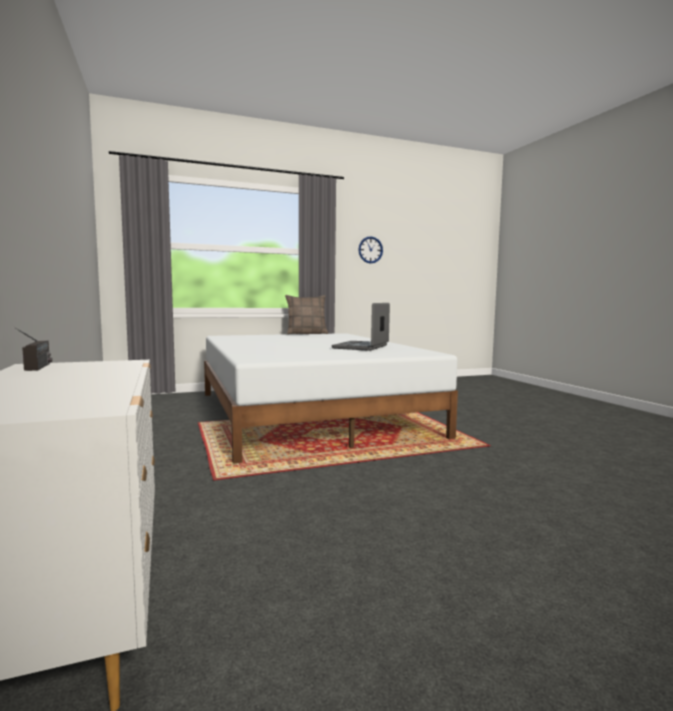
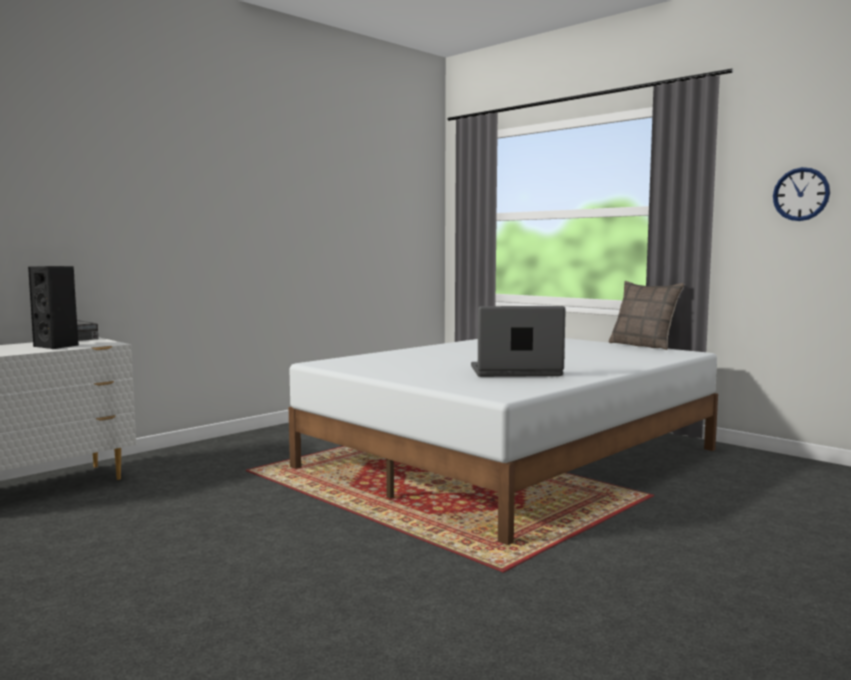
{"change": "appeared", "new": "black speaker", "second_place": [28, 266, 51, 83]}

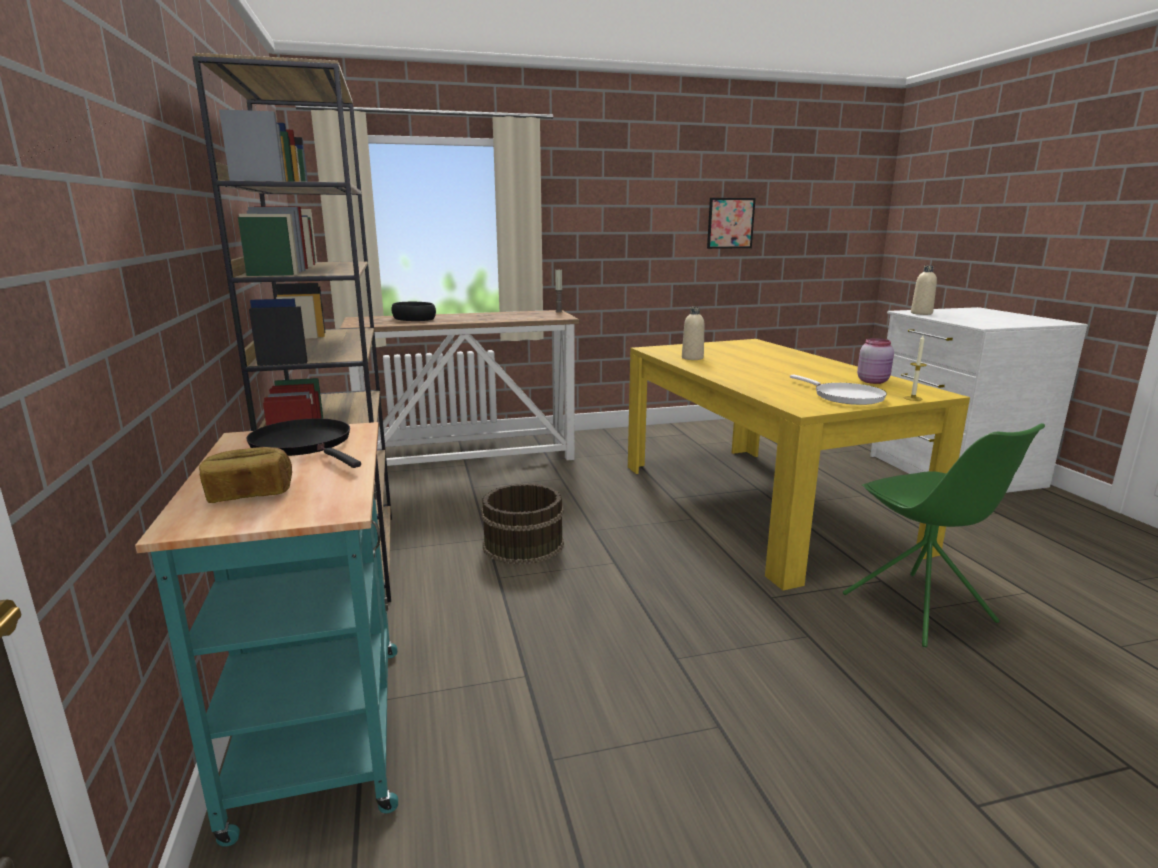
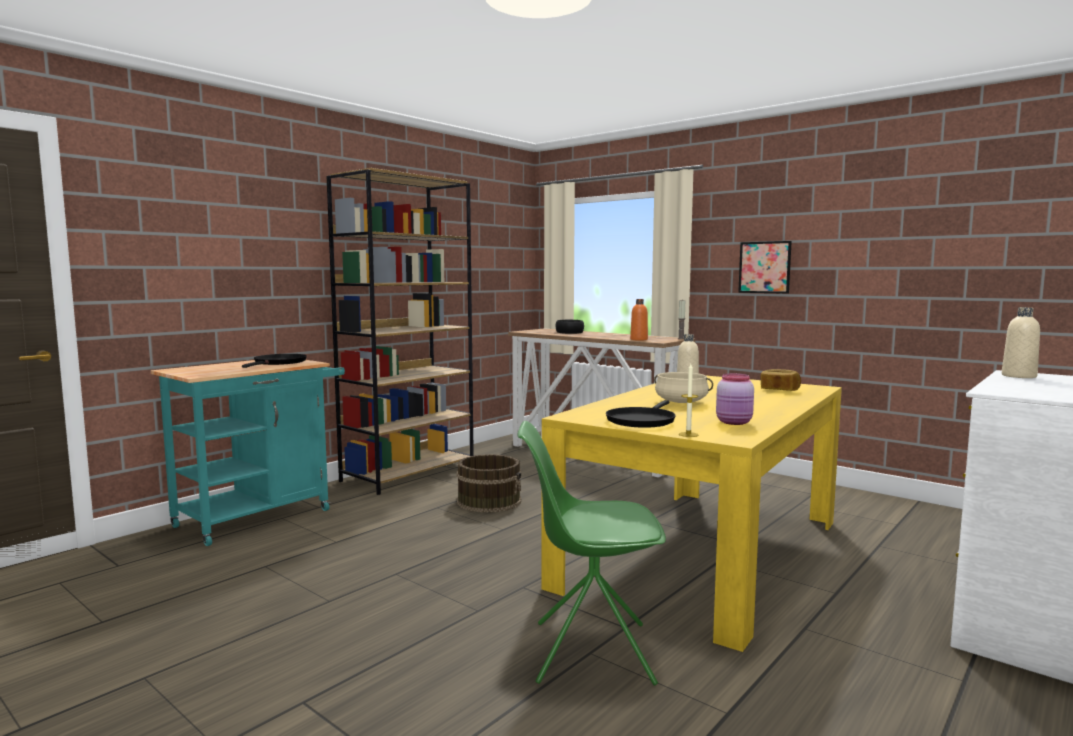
{"change": "appeared", "new": "orange bottle", "second_place": [630, 299, 18, 42]}
{"change": "appeared", "new": "beige cooking pot", "second_place": [654, 372, 59, 31]}
{"change": "relocated", "old": "bread", "first_place": [199, 447, 93, 56], "second_place": [761, 369, 40, 22]}
{"change": "relocated", "old": "picture", "first_place": [707, 198, 49, 51], "second_place": [738, 241, 54, 53]}
{"change": "colour", "old": "white frying pan", "new": "black frying pan", "first_place": [790, 374, 97, 31], "second_place": [606, 400, 69, 28]}
{"change": "spun", "old": "green chair", "first_place": [843, 423, 202, 224], "second_place": [517, 421, 149, 265], "degrees": 60}

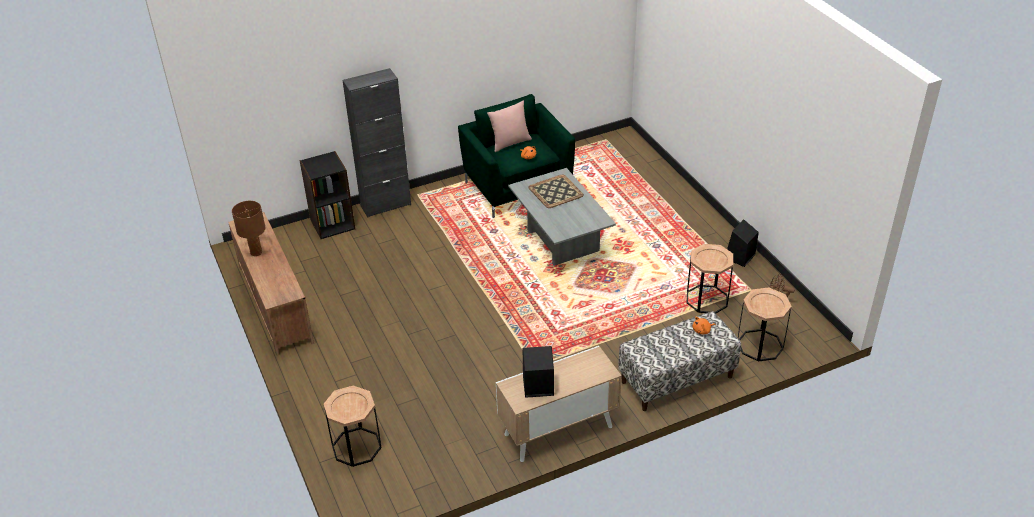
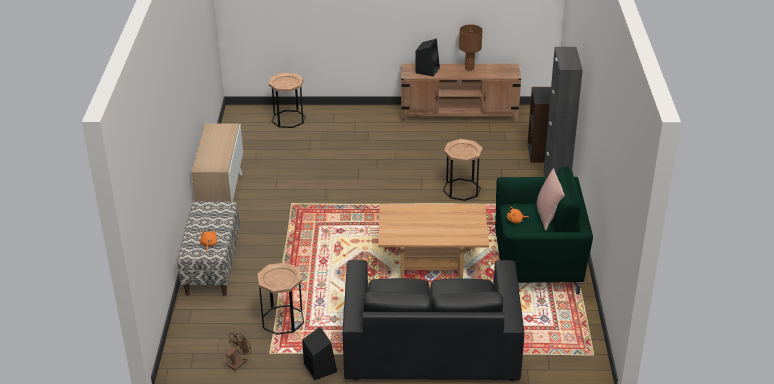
{"change": "missing", "old": "tray", "first_place": [528, 175, 56, 33]}
{"change": "appeared", "new": "black sofa", "second_place": [343, 260, 181, 121]}
{"change": "relocated", "old": "black speaker", "first_place": [523, 346, 31, 52], "second_place": [415, 38, 25, 38]}
{"change": "relocated", "old": "brown side table", "first_place": [738, 288, 54, 74], "second_place": [443, 139, 40, 62]}
{"change": "colour", "old": "grey coffee table", "new": "brown coffee table", "first_place": [508, 168, 108, 98], "second_place": [378, 204, 111, 74]}

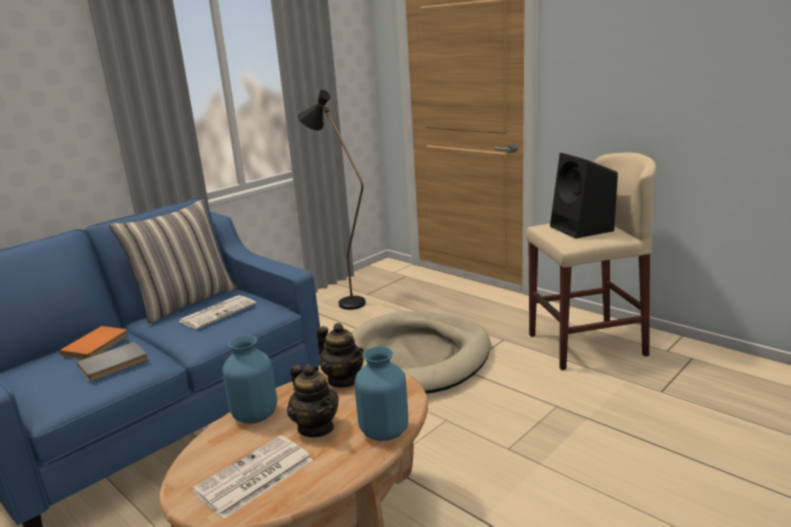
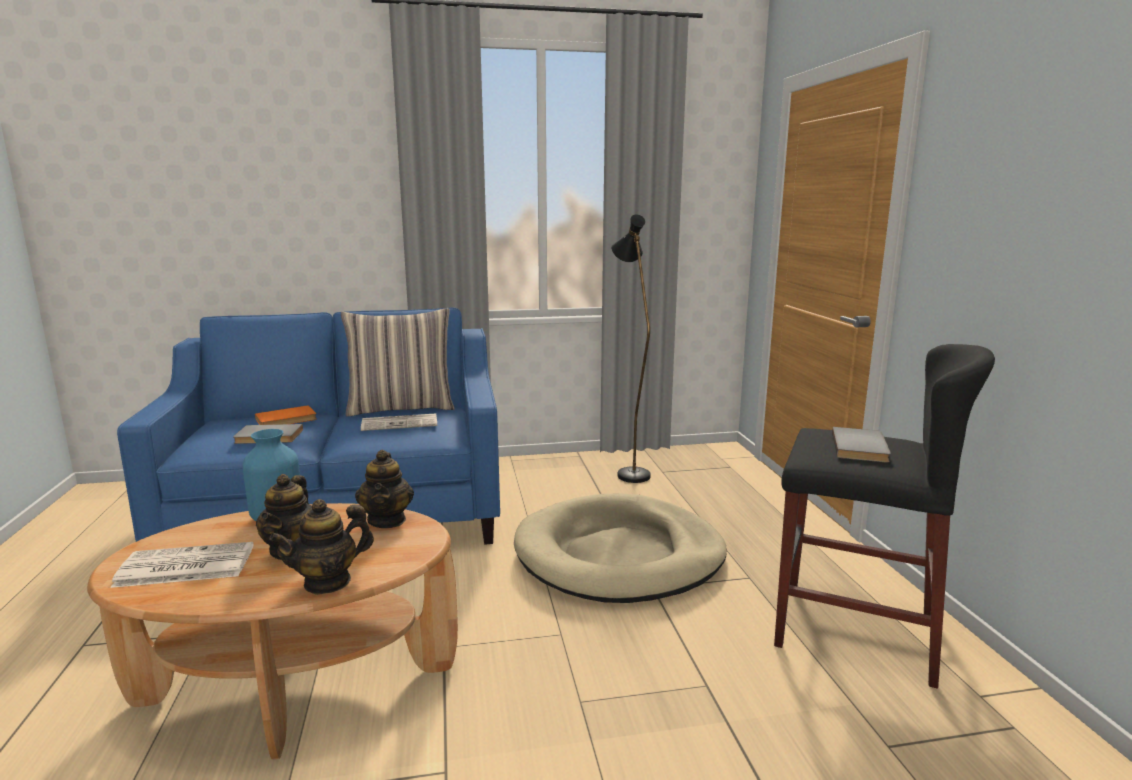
{"change": "exchanged", "old": "blue vase", "new": "teapot", "first_place": [355, 347, 53, 94], "second_place": [269, 499, 105, 96]}
{"change": "exchanged", "old": "black speaker", "new": "grey book", "first_place": [550, 153, 68, 86], "second_place": [832, 427, 59, 36]}
{"change": "colour", "old": "beige stool", "new": "black stool", "first_place": [526, 152, 130, 218], "second_place": [774, 344, 221, 345]}

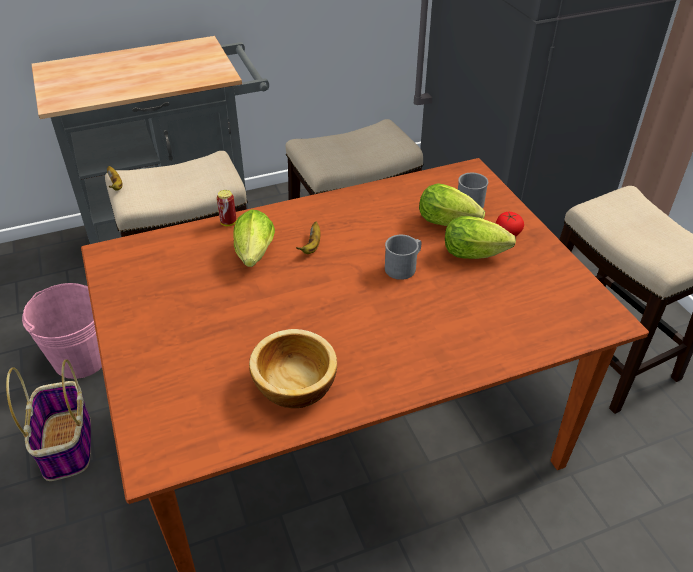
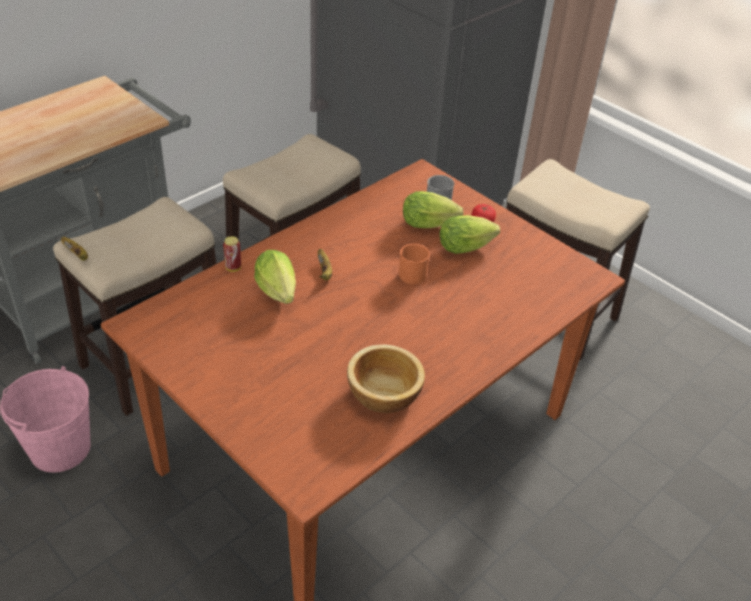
{"change": "missing", "old": "basket", "first_place": [6, 359, 85, 122]}
{"change": "colour", "old": "grey mug", "new": "orange mug", "first_place": [385, 235, 37, 45], "second_place": [399, 244, 31, 40]}

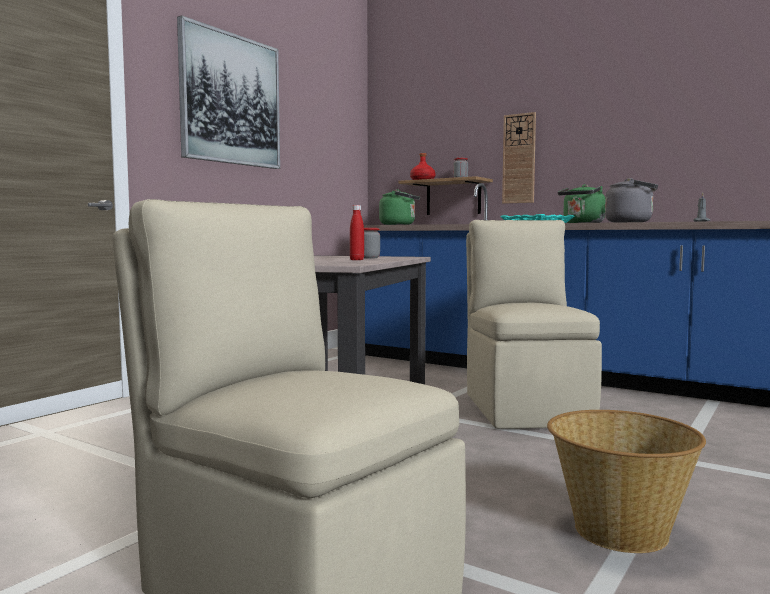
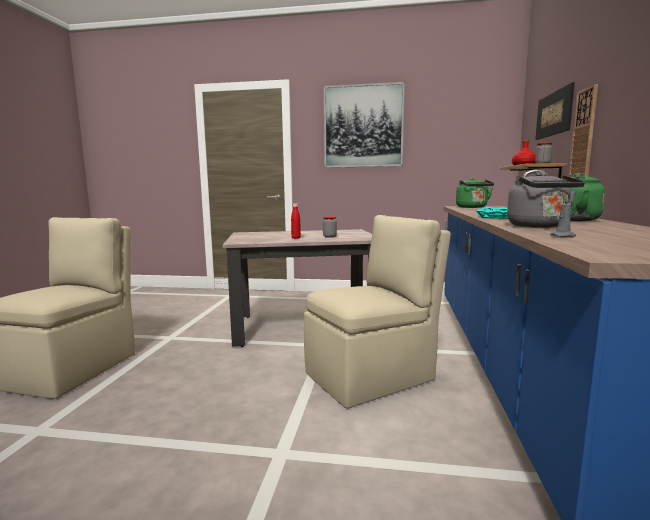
{"change": "missing", "old": "basket", "first_place": [547, 410, 159, 143]}
{"change": "appeared", "new": "picture", "second_place": [535, 82, 40, 58]}

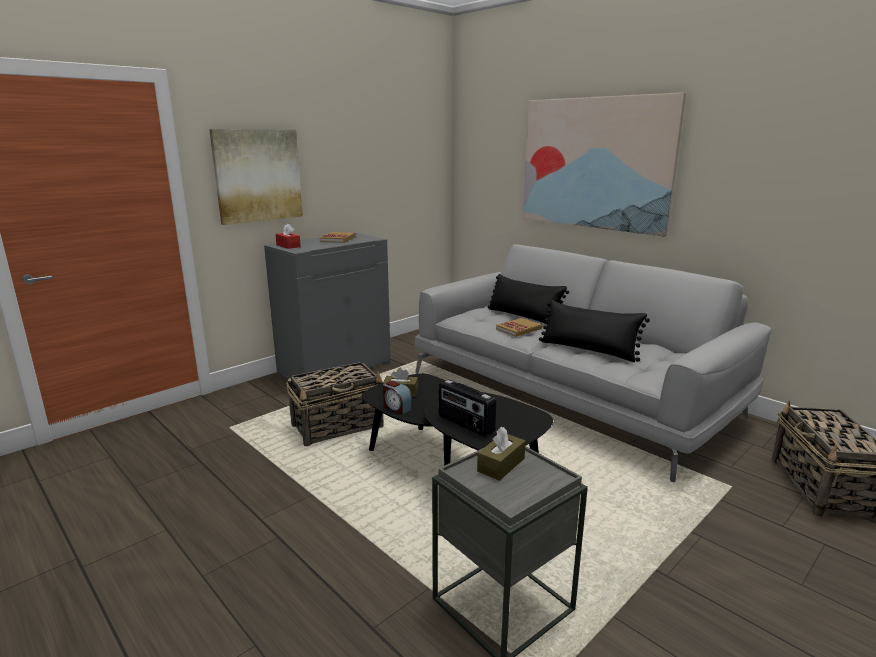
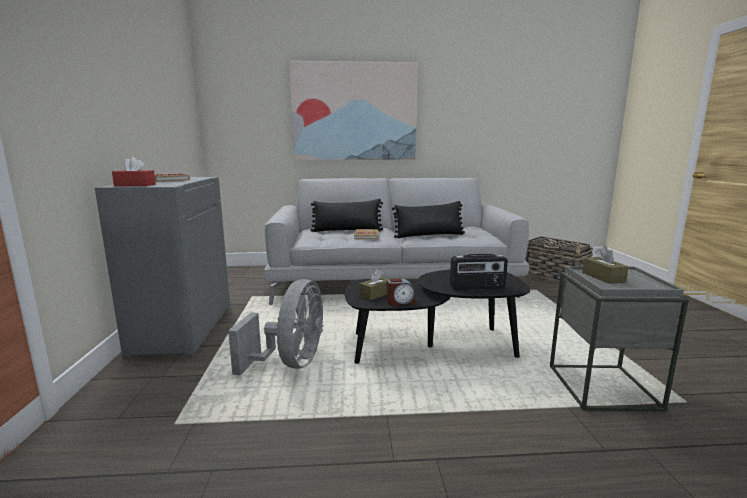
{"change": "missing", "old": "picture", "first_place": [209, 129, 94, 96]}
{"change": "exchanged", "old": "basket", "new": "grey fan", "first_place": [286, 362, 98, 84], "second_place": [228, 279, 95, 96]}

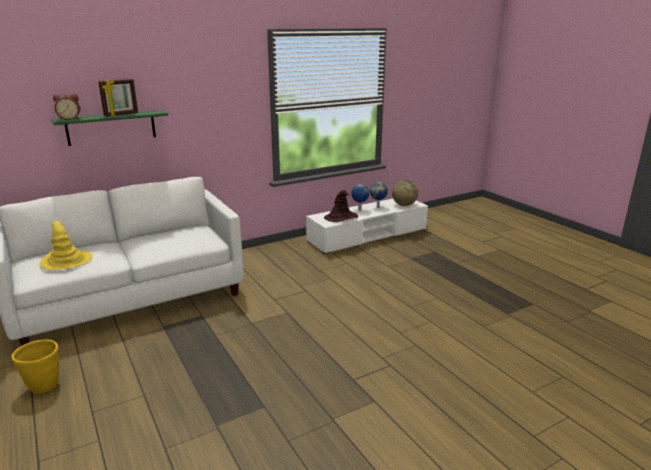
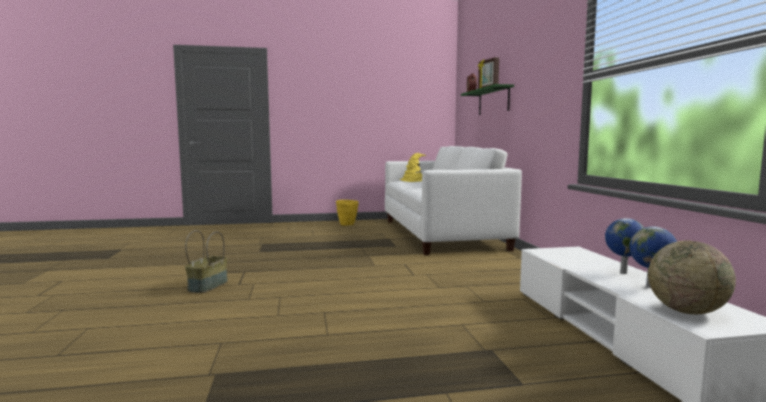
{"change": "missing", "old": "brown hat", "first_place": [324, 190, 34, 32]}
{"change": "appeared", "new": "basket", "second_place": [185, 230, 43, 63]}

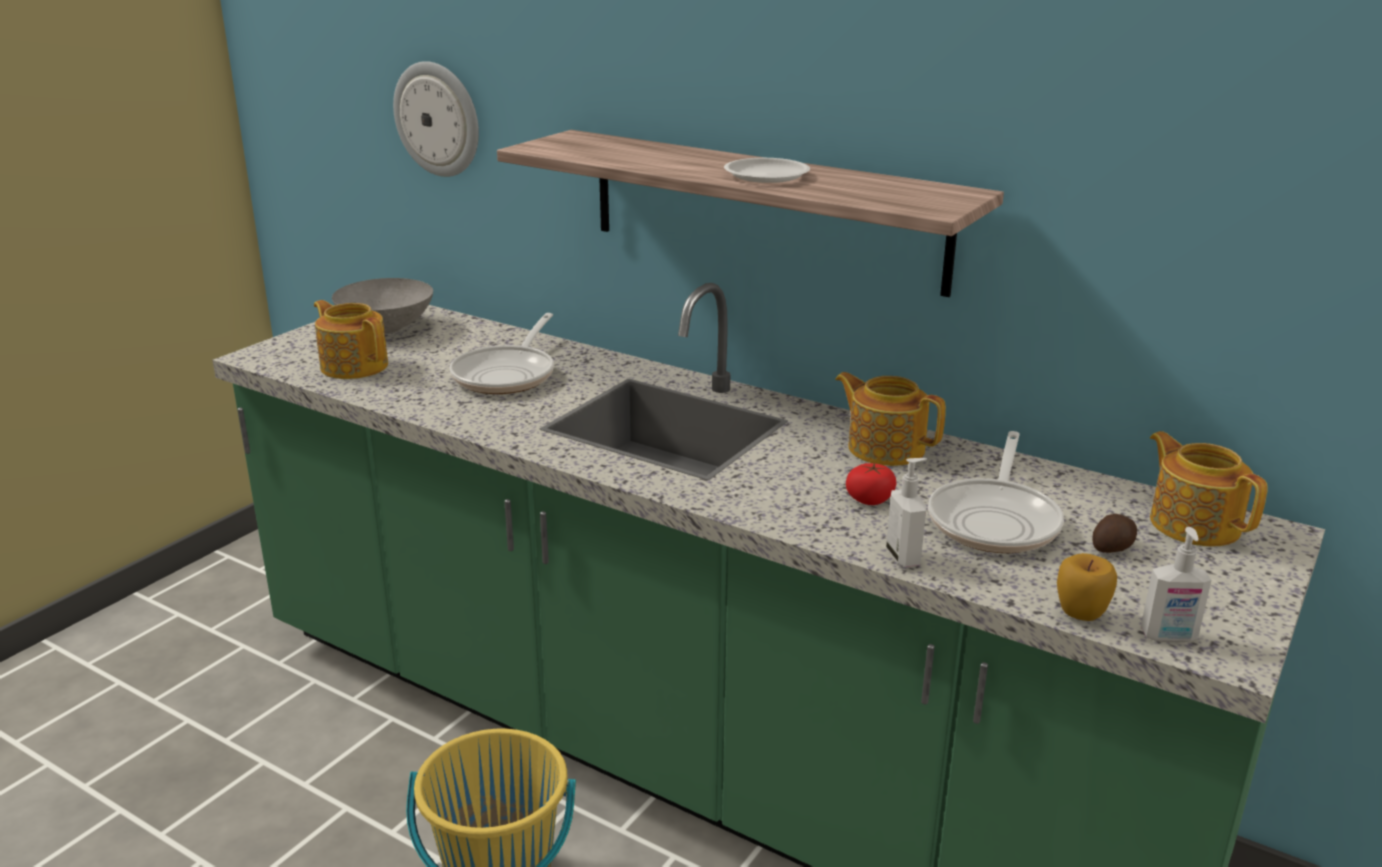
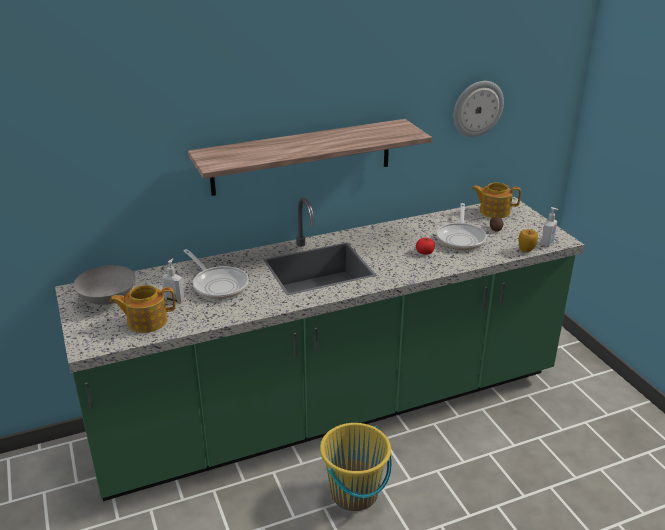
{"change": "missing", "old": "white plate", "first_place": [724, 158, 86, 25]}
{"change": "missing", "old": "teapot", "first_place": [835, 372, 111, 94]}
{"change": "relocated", "old": "wall clock", "first_place": [393, 61, 86, 116], "second_place": [454, 81, 50, 56]}
{"change": "relocated", "old": "soap dispenser", "first_place": [886, 458, 41, 109], "second_place": [162, 258, 23, 45]}
{"change": "spun", "old": "frying pan", "first_place": [928, 431, 136, 122], "second_place": [436, 203, 51, 47], "degrees": 45}

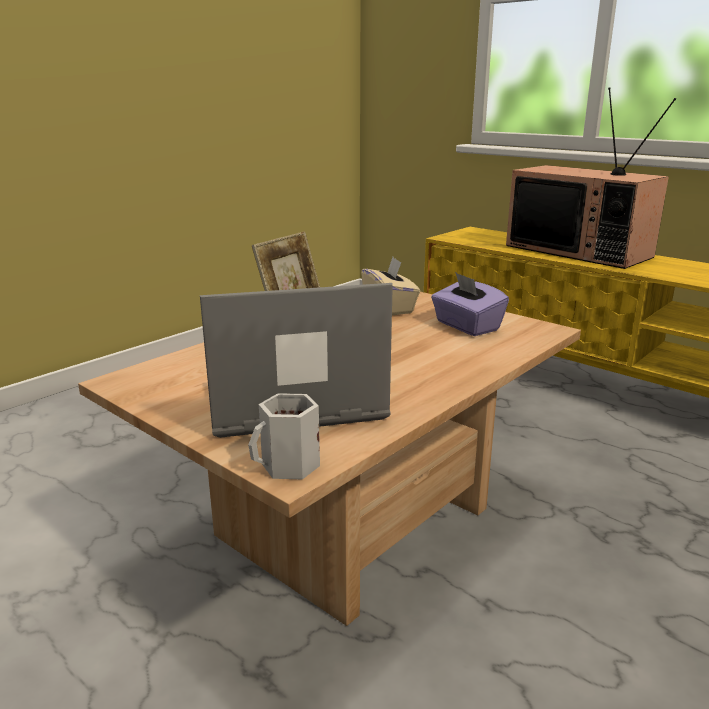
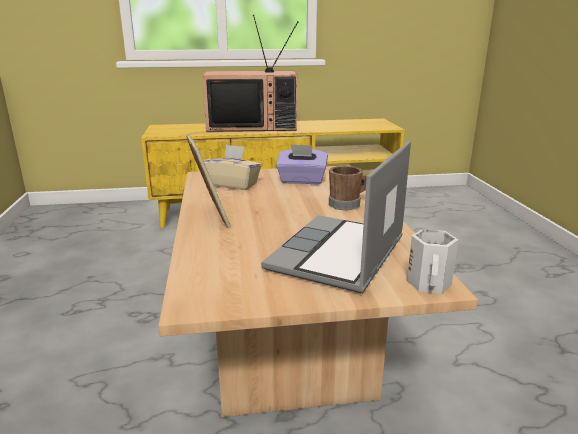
{"change": "appeared", "new": "brown mug", "second_place": [329, 166, 38, 44]}

